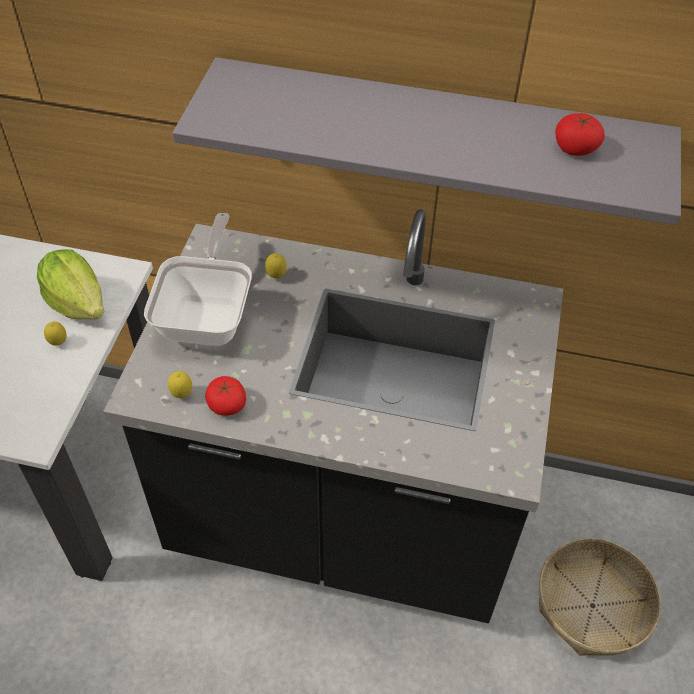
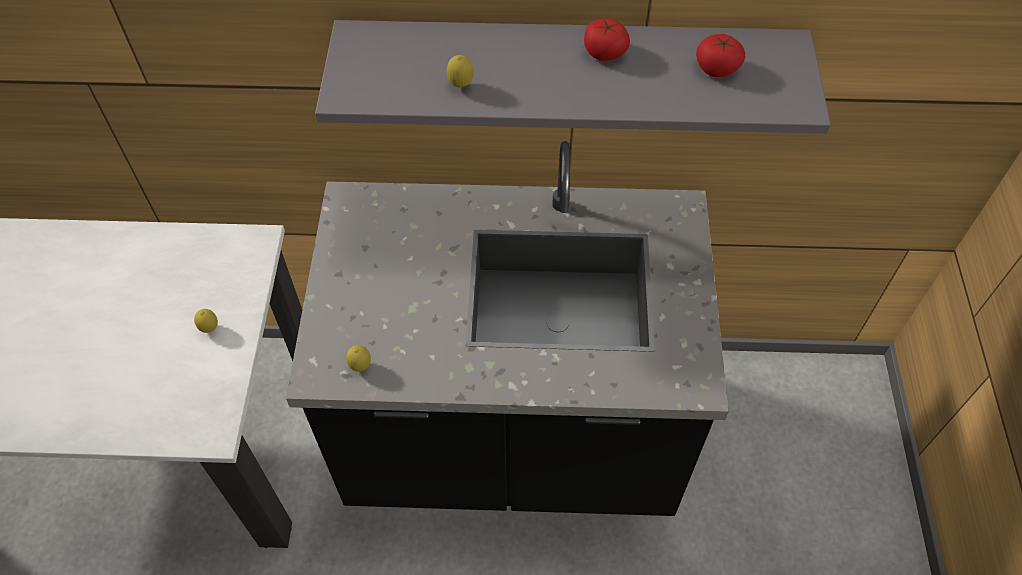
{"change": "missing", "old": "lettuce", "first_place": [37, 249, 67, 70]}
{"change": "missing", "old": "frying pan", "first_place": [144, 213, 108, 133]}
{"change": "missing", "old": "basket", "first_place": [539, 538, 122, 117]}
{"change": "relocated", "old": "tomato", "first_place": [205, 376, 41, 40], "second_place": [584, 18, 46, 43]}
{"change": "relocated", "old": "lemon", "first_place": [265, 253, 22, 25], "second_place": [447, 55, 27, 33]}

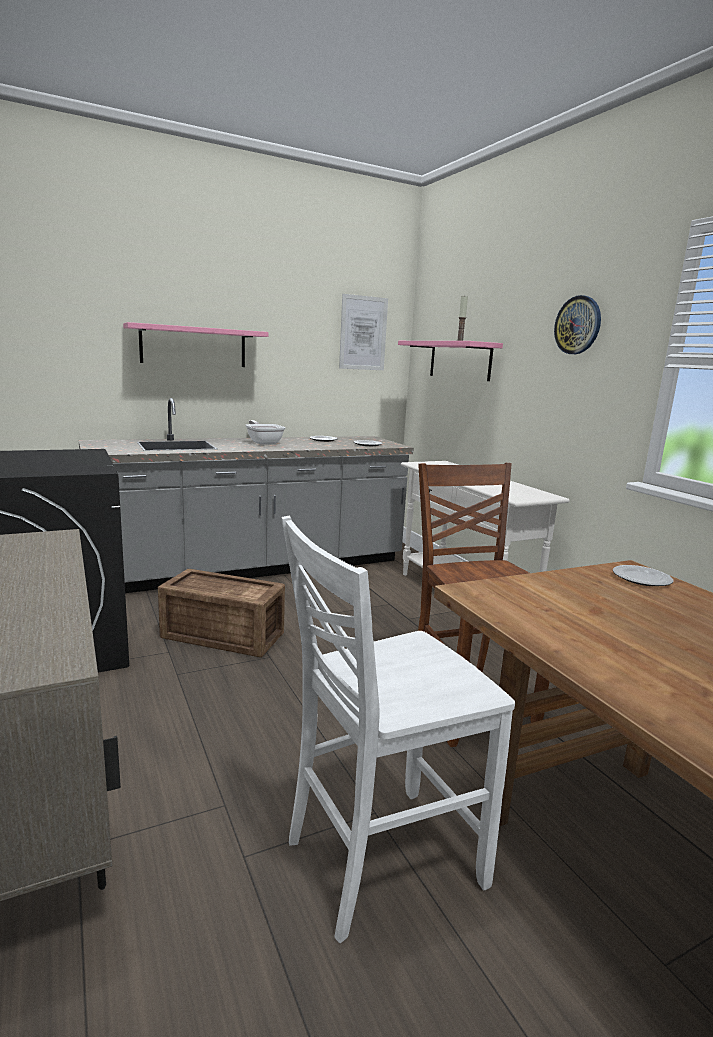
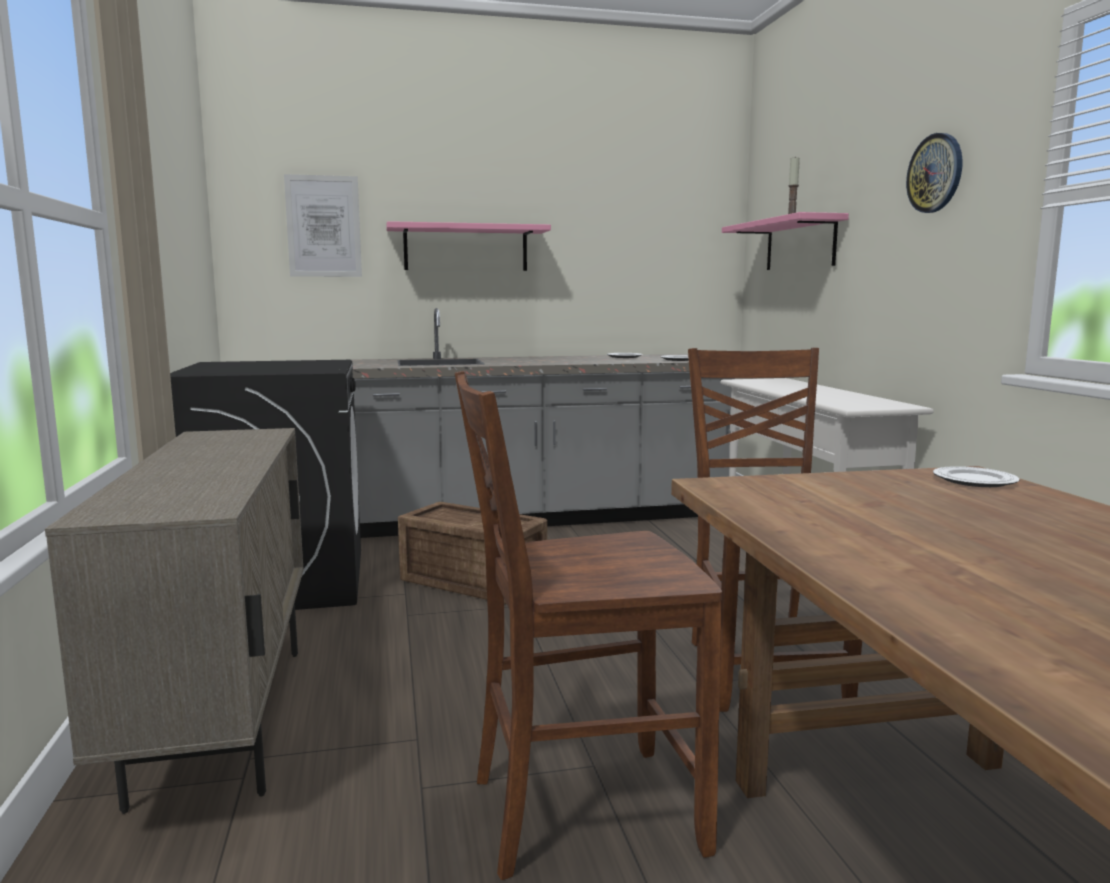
{"change": "missing", "old": "frying pan", "first_place": [246, 420, 40, 25]}
{"change": "relocated", "old": "picture", "first_place": [339, 294, 49, 76], "second_place": [284, 174, 78, 103]}
{"change": "colour", "old": "white chair", "new": "brown chair", "first_place": [282, 516, 233, 427], "second_place": [455, 371, 267, 509]}

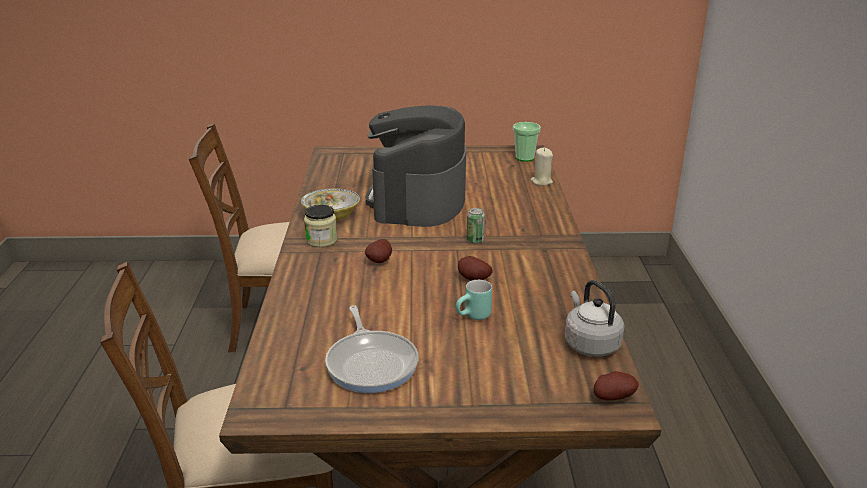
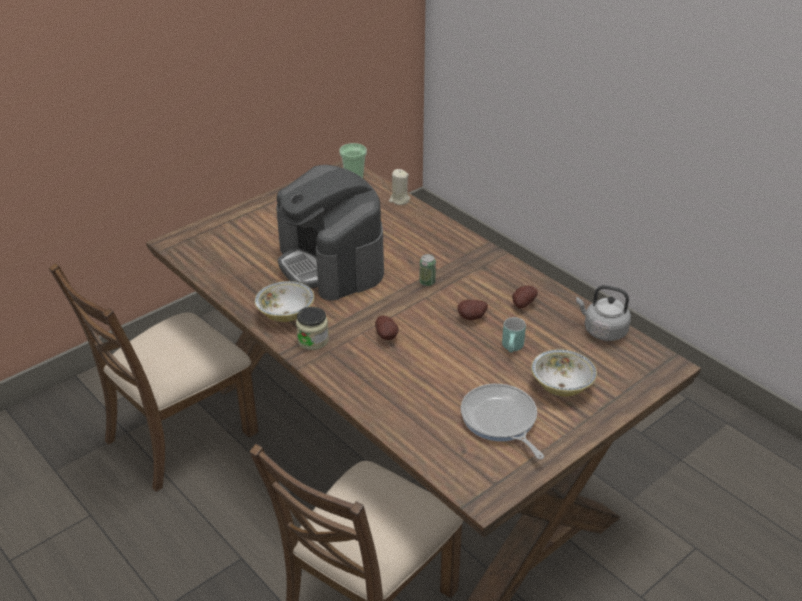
{"change": "appeared", "new": "bowl", "second_place": [531, 349, 66, 47]}
{"change": "relocated", "old": "potato", "first_place": [594, 371, 45, 29], "second_place": [512, 286, 26, 22]}
{"change": "spun", "old": "frying pan", "first_place": [325, 305, 94, 88], "second_place": [461, 384, 83, 75], "degrees": -150}

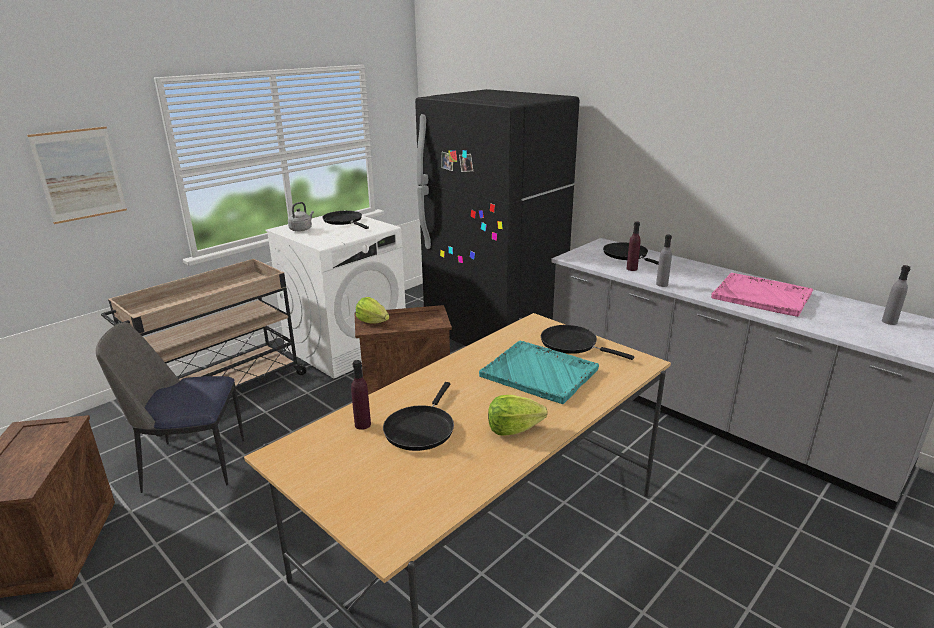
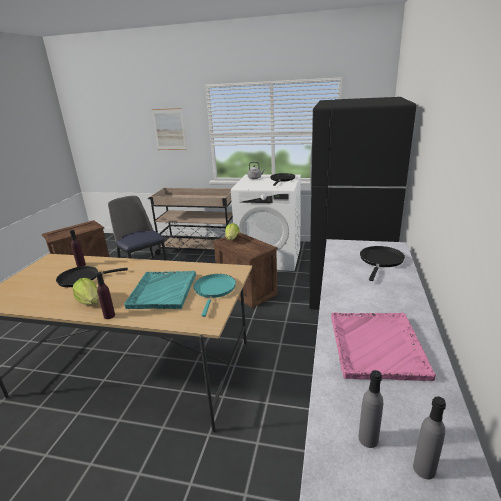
{"change": "relocated", "old": "purple bottle", "first_place": [626, 221, 15, 50], "second_place": [96, 272, 19, 47]}
{"change": "relocated", "old": "grey bottle", "first_place": [656, 235, 16, 52], "second_place": [359, 370, 24, 78]}
{"change": "colour", "old": "black frying pan", "new": "turquoise frying pan", "first_place": [541, 325, 93, 35], "second_place": [193, 274, 43, 43]}

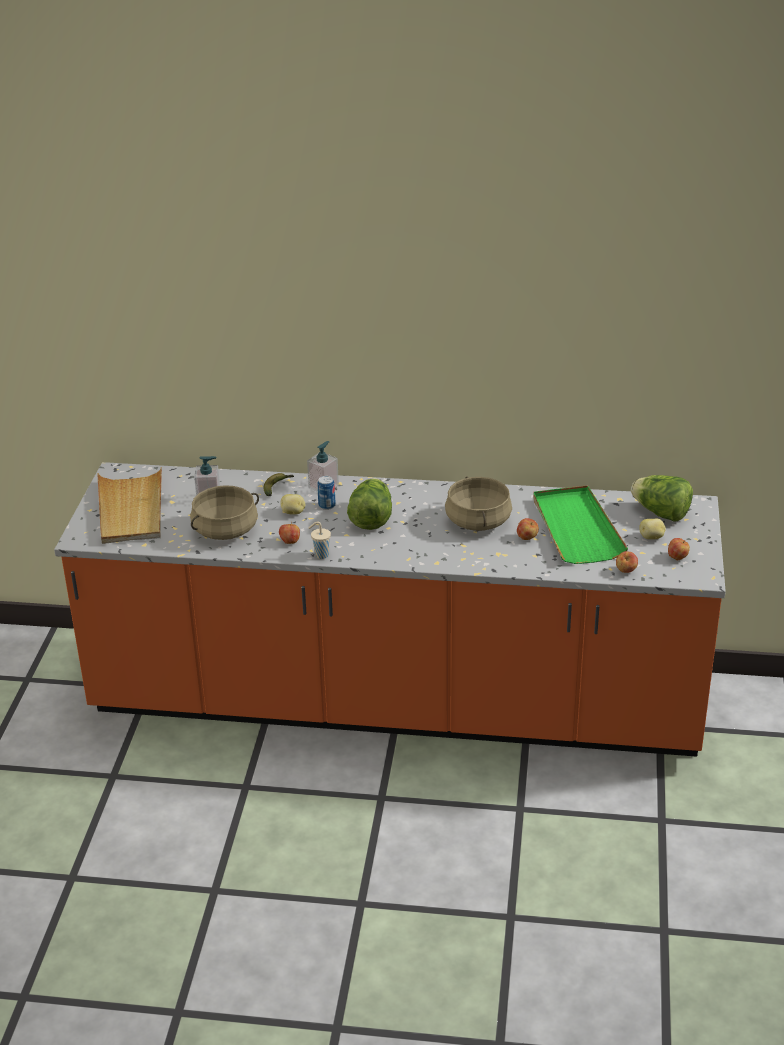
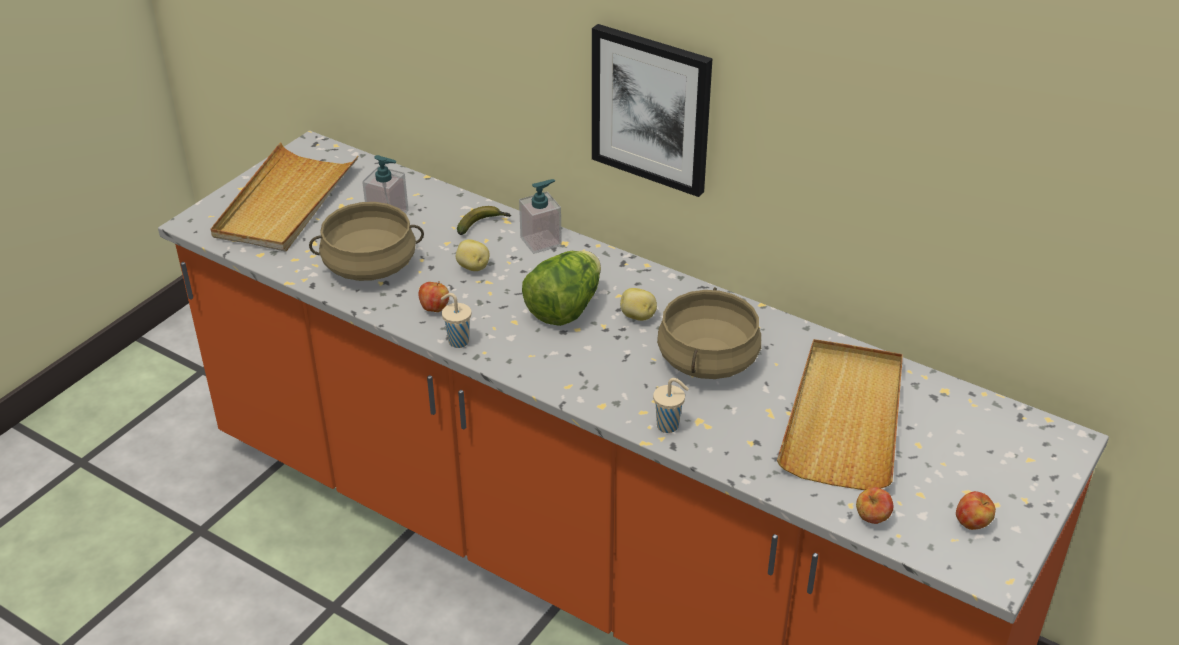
{"change": "missing", "old": "can", "first_place": [317, 476, 19, 34]}
{"change": "missing", "old": "apple", "first_place": [517, 518, 22, 22]}
{"change": "missing", "old": "lettuce", "first_place": [631, 475, 62, 46]}
{"change": "appeared", "new": "picture", "second_place": [592, 24, 121, 173]}
{"change": "appeared", "new": "beige cup", "second_place": [653, 378, 36, 55]}
{"change": "relocated", "old": "potato", "first_place": [639, 518, 27, 22], "second_place": [620, 288, 37, 33]}
{"change": "colour", "old": "green tray", "new": "beige tray", "first_place": [533, 485, 95, 79], "second_place": [777, 339, 126, 151]}

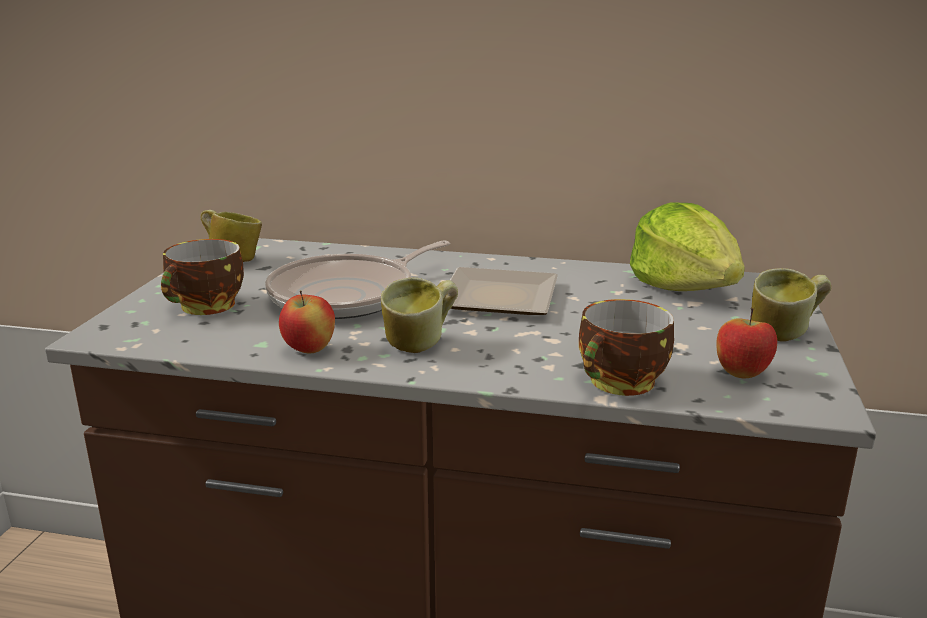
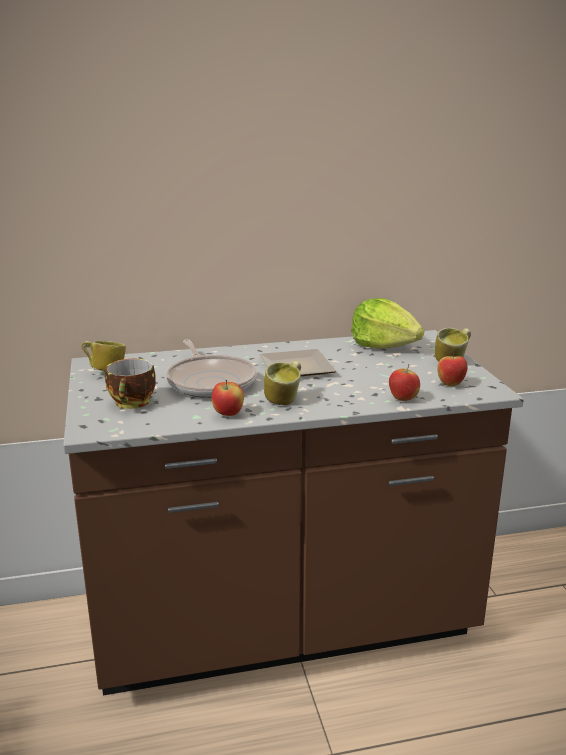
{"change": "exchanged", "old": "cup", "new": "apple", "first_place": [579, 299, 95, 97], "second_place": [389, 364, 31, 37]}
{"change": "spun", "old": "frying pan", "first_place": [265, 241, 185, 78], "second_place": [166, 339, 91, 59], "degrees": -45}

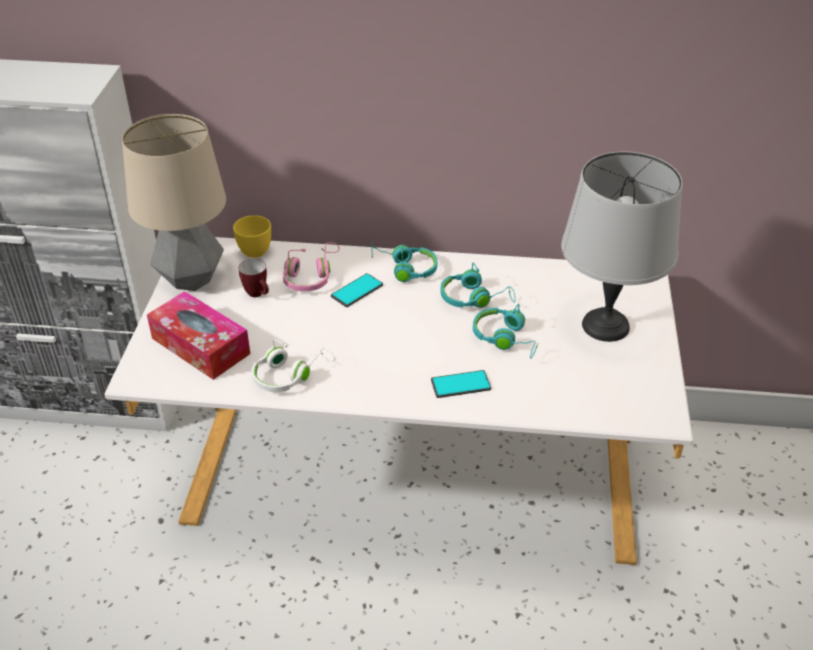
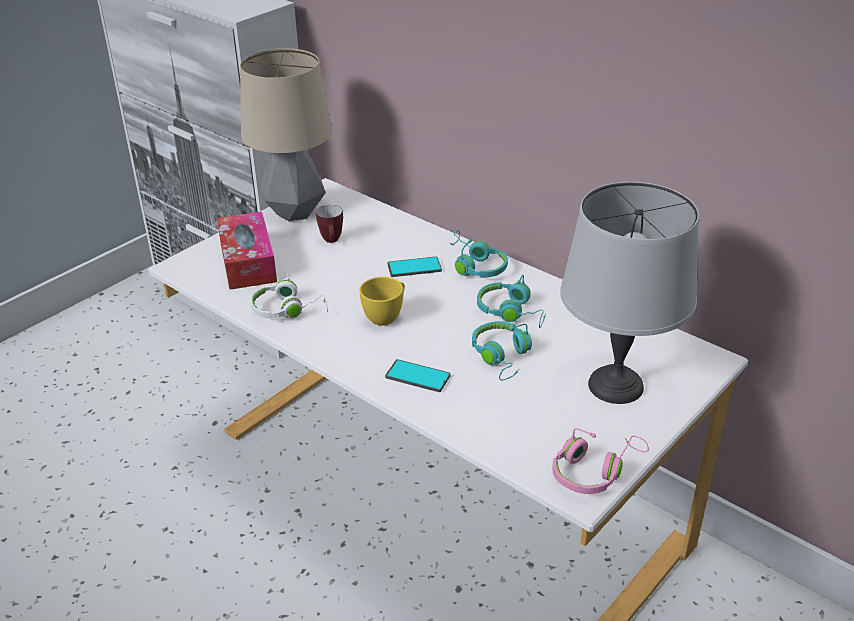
{"change": "relocated", "old": "yellow cup", "first_place": [233, 215, 38, 43], "second_place": [359, 277, 46, 49]}
{"change": "relocated", "old": "pink headphones", "first_place": [283, 243, 56, 48], "second_place": [552, 428, 97, 66]}

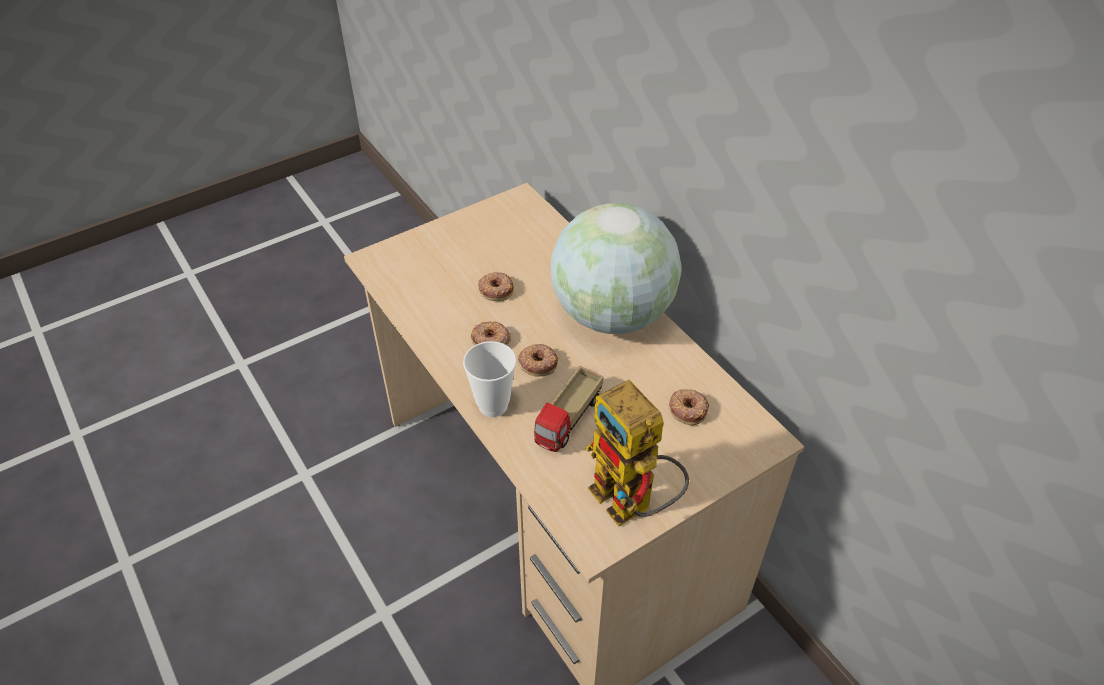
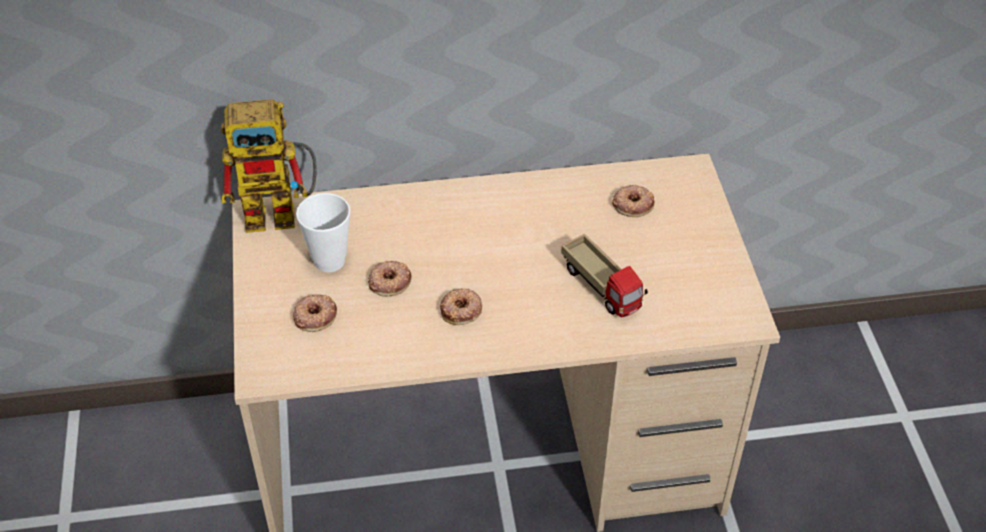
{"change": "missing", "old": "globe", "first_place": [551, 203, 131, 131]}
{"change": "relocated", "old": "cup", "first_place": [463, 341, 54, 76], "second_place": [296, 193, 55, 79]}
{"change": "relocated", "old": "donut", "first_place": [518, 344, 40, 33], "second_place": [293, 294, 44, 38]}
{"change": "relocated", "old": "toy robot", "first_place": [585, 379, 104, 147], "second_place": [221, 99, 96, 134]}

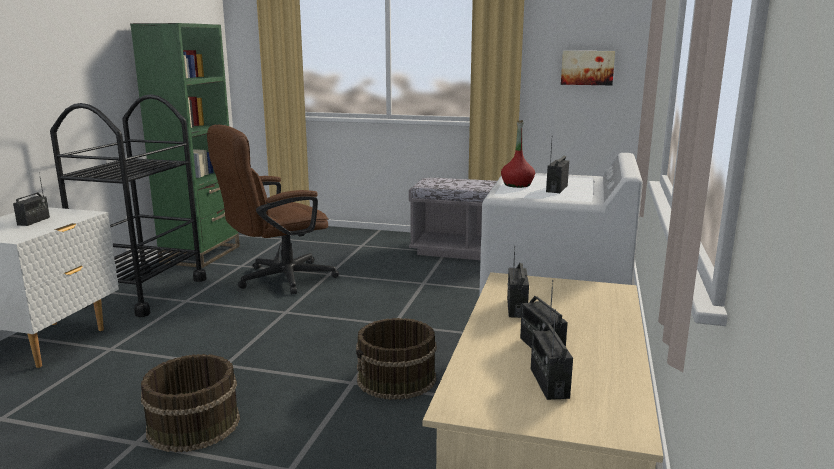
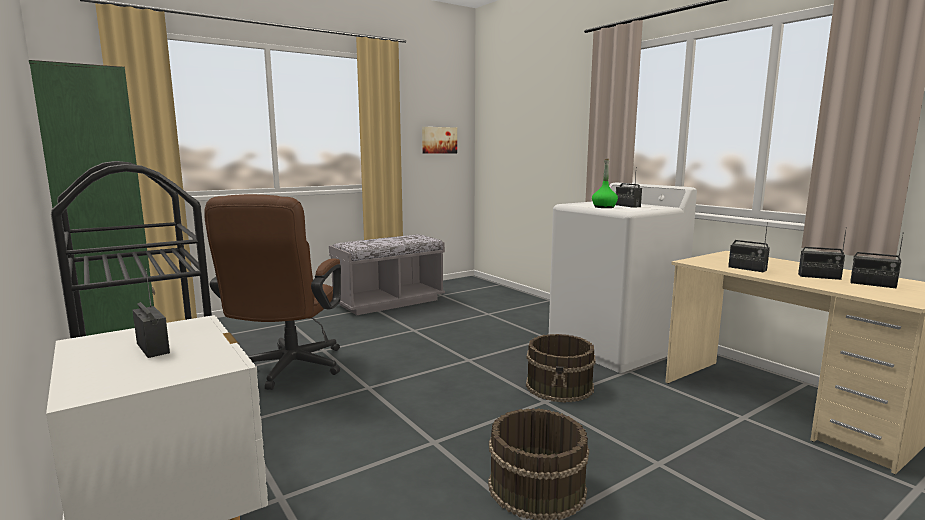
{"change": "colour", "old": "red bottle", "new": "green bottle", "first_place": [501, 120, 34, 68], "second_place": [592, 159, 26, 49]}

